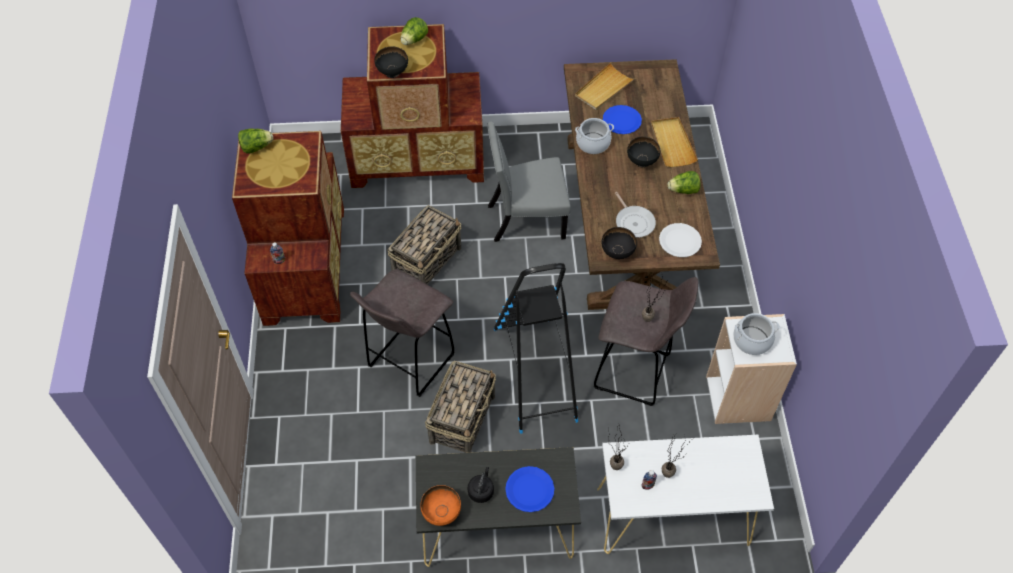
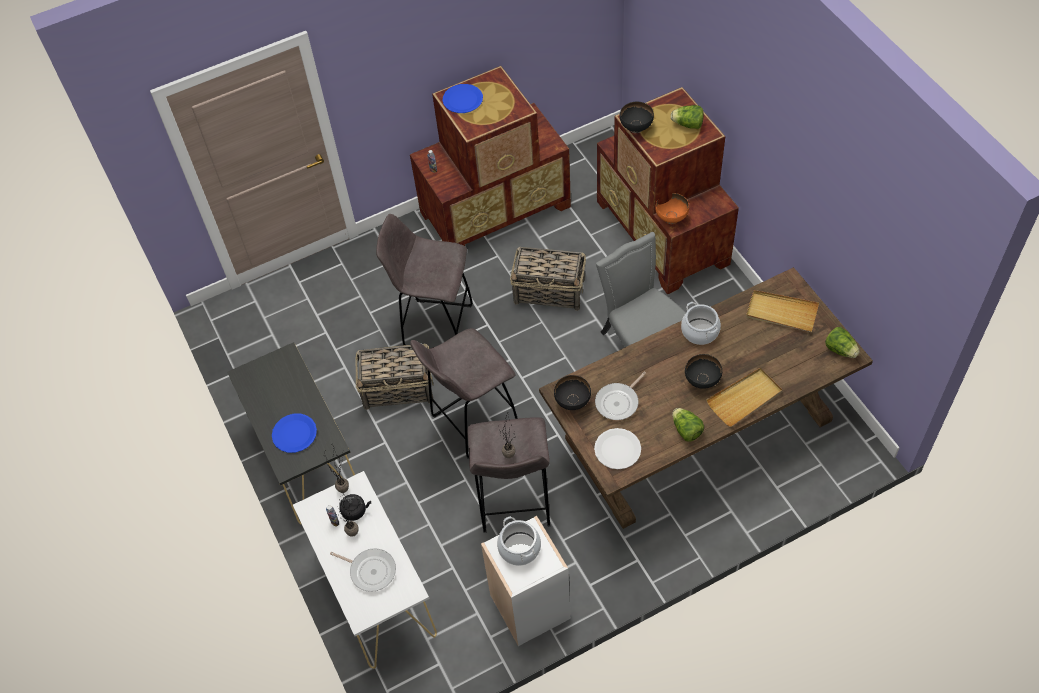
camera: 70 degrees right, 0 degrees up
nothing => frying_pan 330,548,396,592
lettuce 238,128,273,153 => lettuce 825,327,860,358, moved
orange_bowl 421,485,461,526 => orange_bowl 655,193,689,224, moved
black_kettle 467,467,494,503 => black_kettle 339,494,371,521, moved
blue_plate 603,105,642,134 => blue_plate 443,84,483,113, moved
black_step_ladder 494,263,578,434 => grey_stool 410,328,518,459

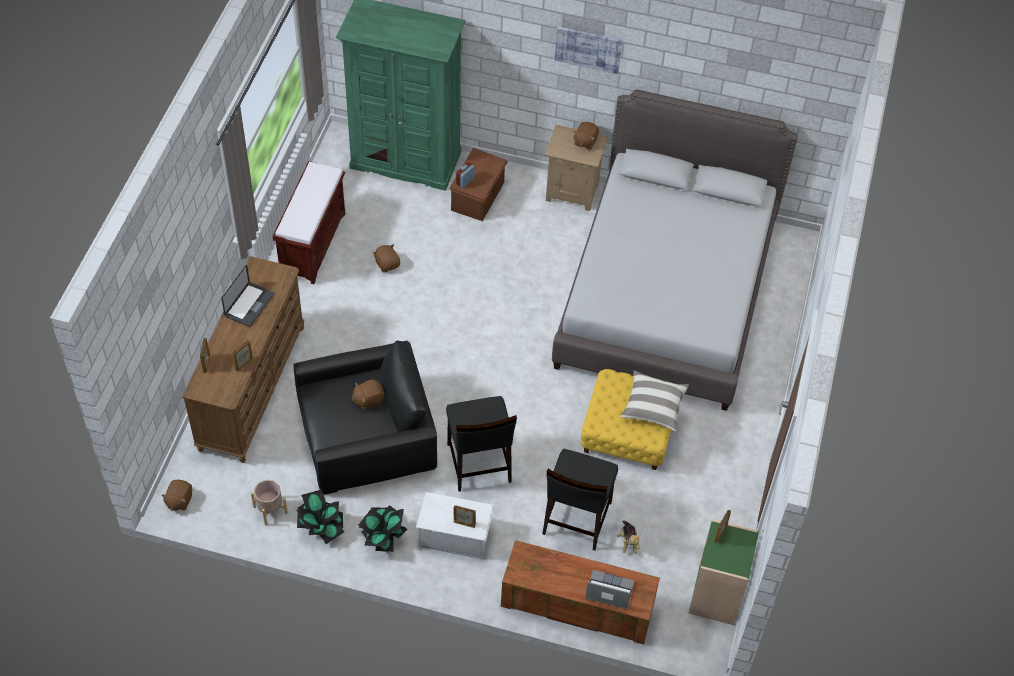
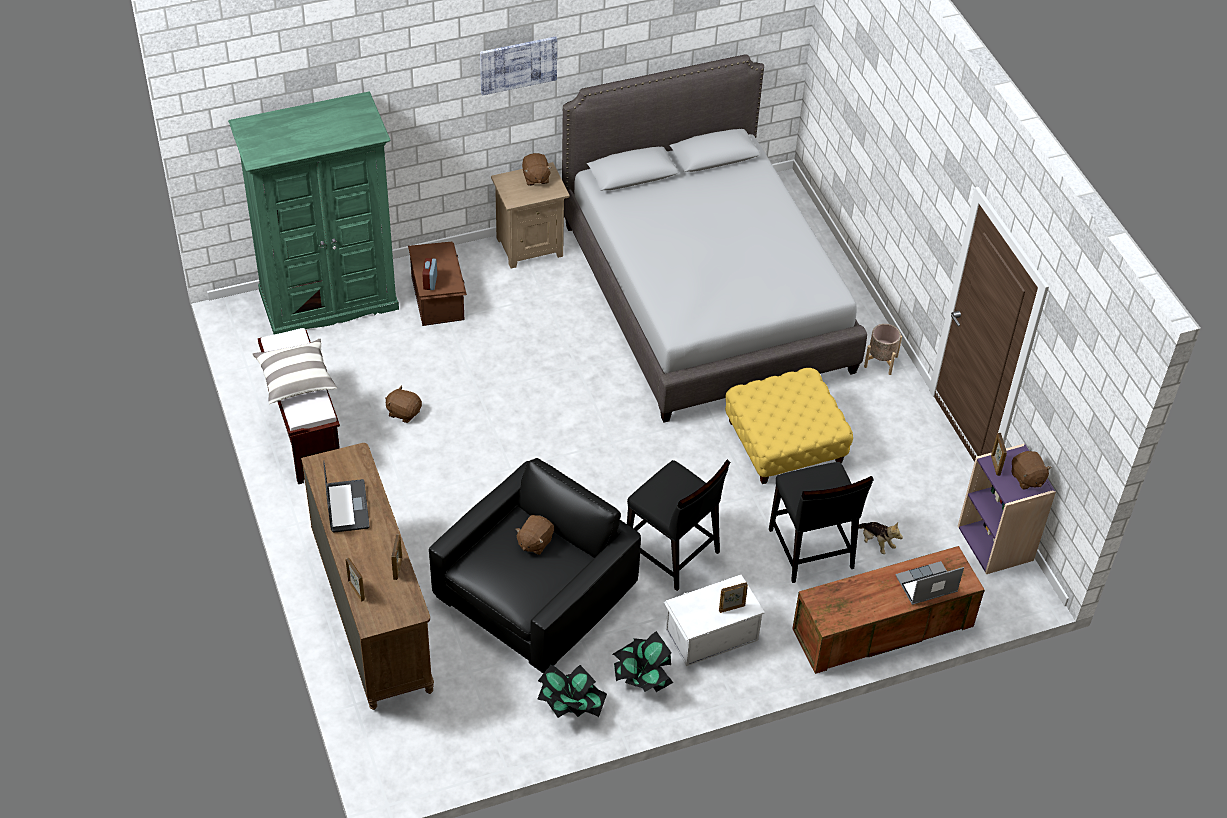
camera: 35 degrees left, 5 degrees down
brown_plush_toy 161,480,192,511 => brown_plush_toy 1012,451,1052,489, moved
beige_planter 251,480,288,525 => beige_planter 864,324,902,375, moved
pillow 621,370,689,431 => pillow 253,338,337,404, moved
green_bookcase 689,519,759,625 => purple_bookcase 958,444,1056,574

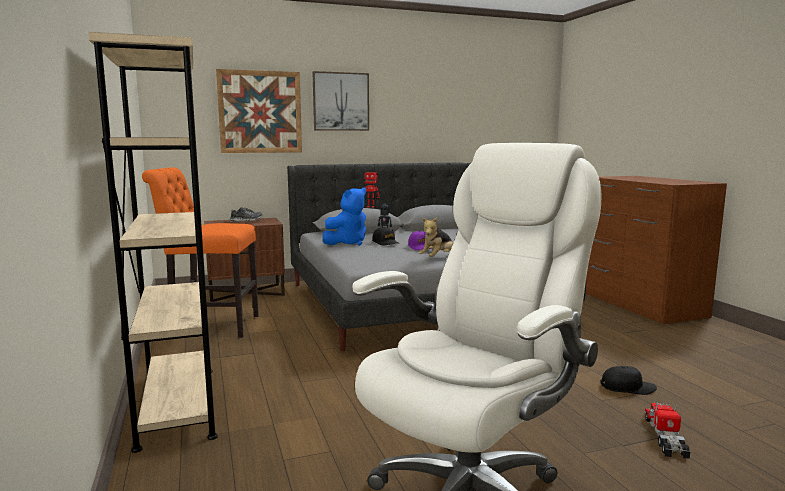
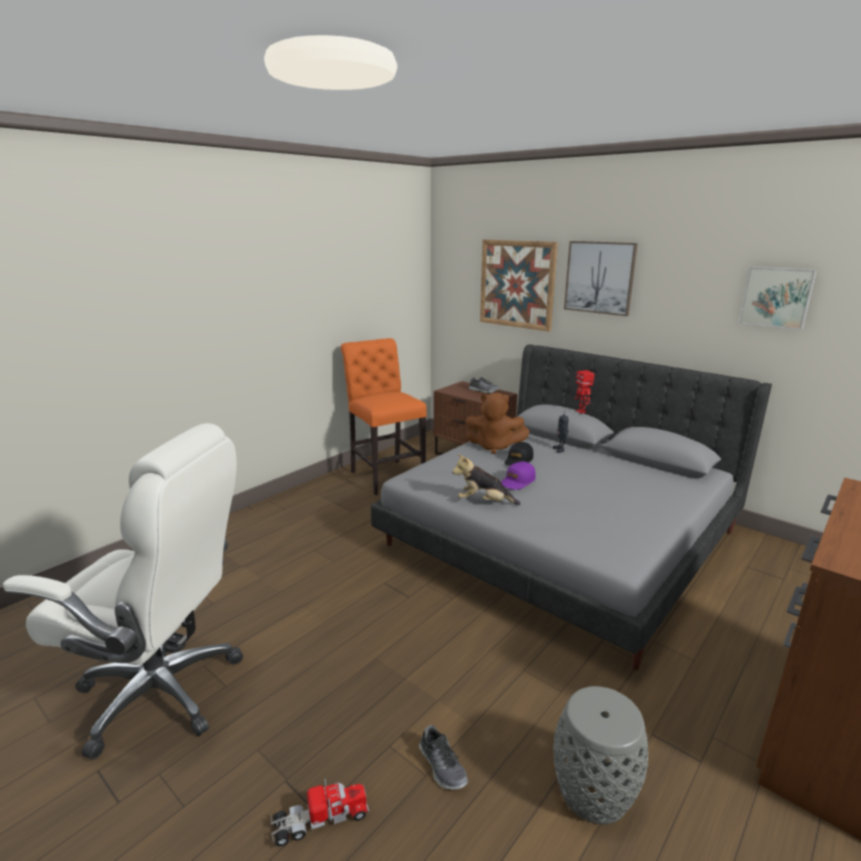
camera: 60 degrees right, 10 degrees up
beige_bookcase 88,32,218,453 => nothing
nothing => grey_stool 553,686,648,824
nothing => picture 739,267,817,330
black_cap 601,366,657,395 => shoe 419,725,468,790
blue_plush_toy 323,187,366,246 => brown_plush_toy 466,393,530,454

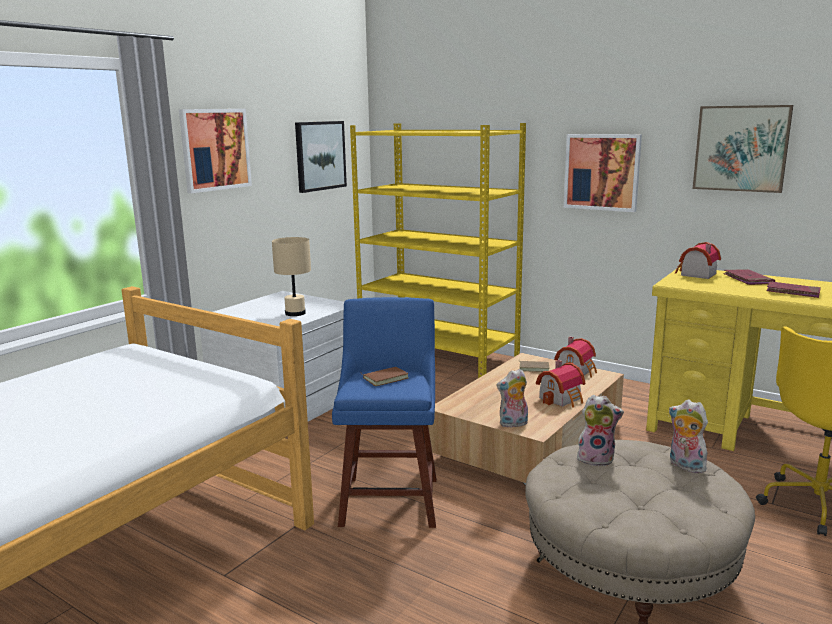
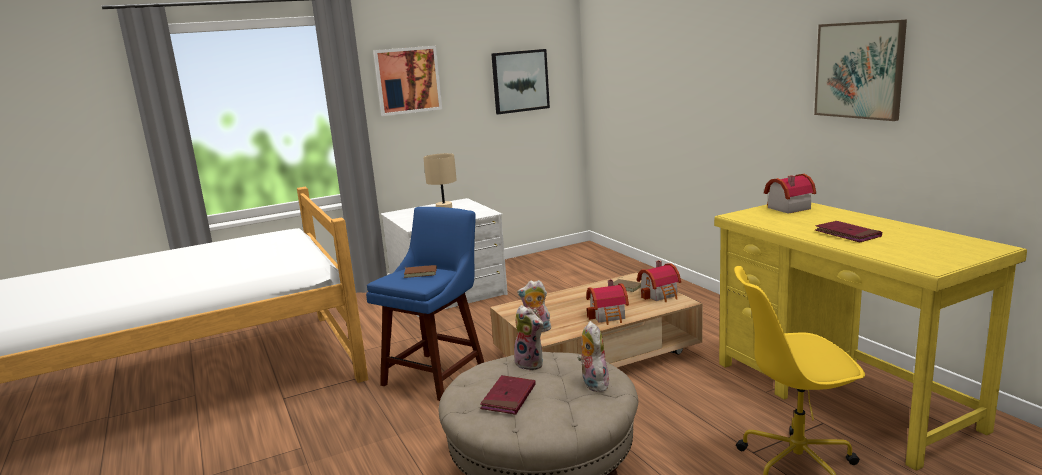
camera: 30 degrees right, 0 degrees up
yellow_bookcase 350,123,526,378 => nothing
picture 564,134,642,212 => nothing
red_book 723,269,775,285 => red_book 480,375,536,415, moved

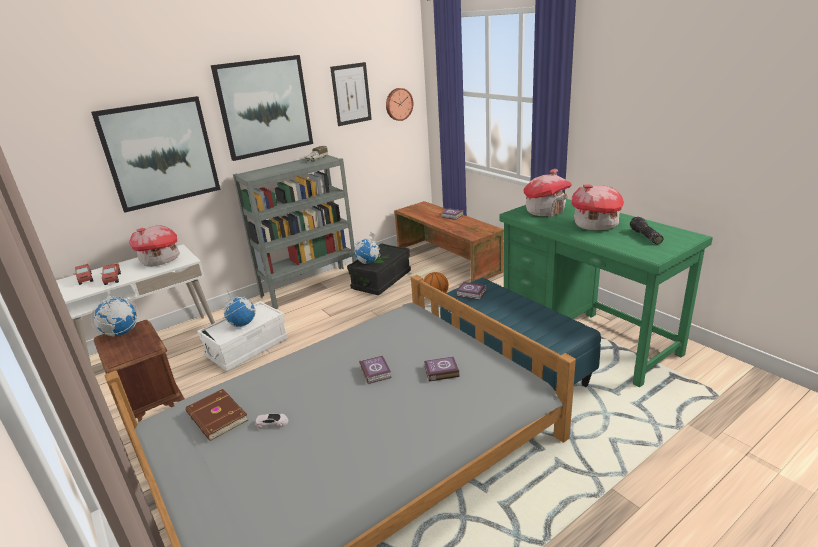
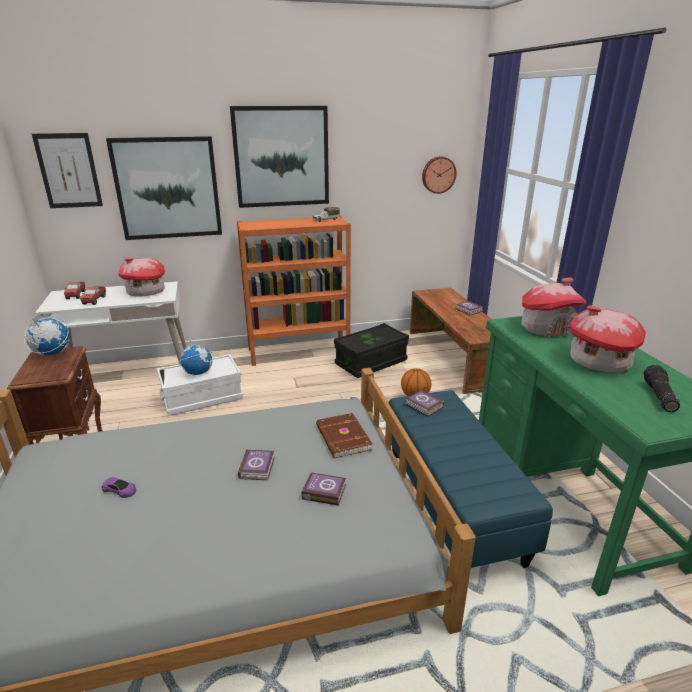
camera: 20 degrees right, 0 degrees up
globe 354,232,380,264 => nothing
brown_book 185,389,248,441 => brown_book 316,413,372,458, moved
picture 330,62,372,126 => picture 32,133,103,208, moved
grey_bookcase 233,155,356,309 => orange_bookcase 237,216,351,366
white_toy_car 255,414,289,429 => purple_toy_car 102,477,136,498

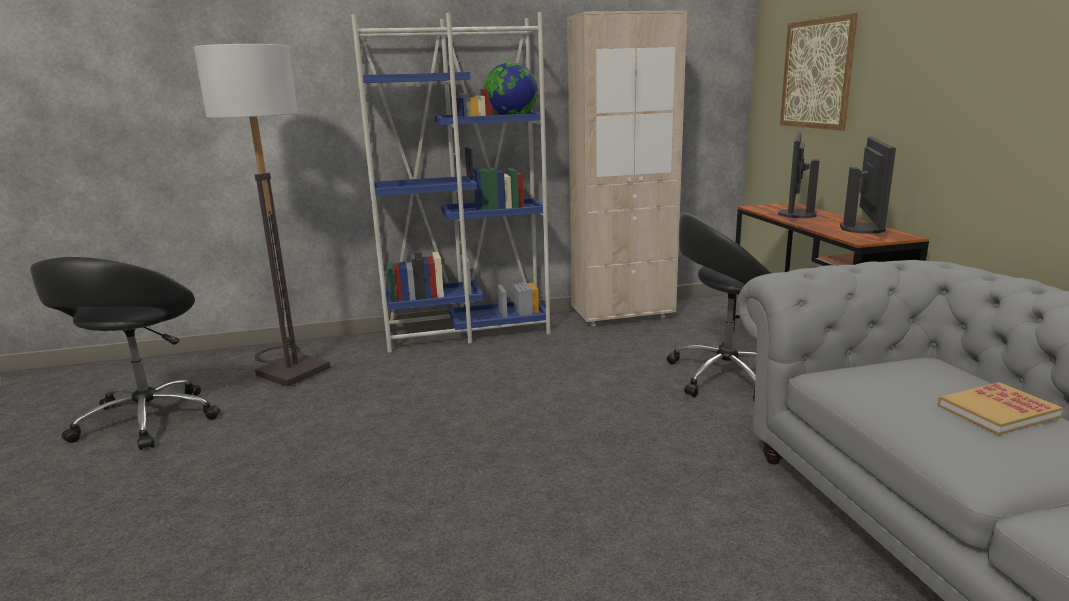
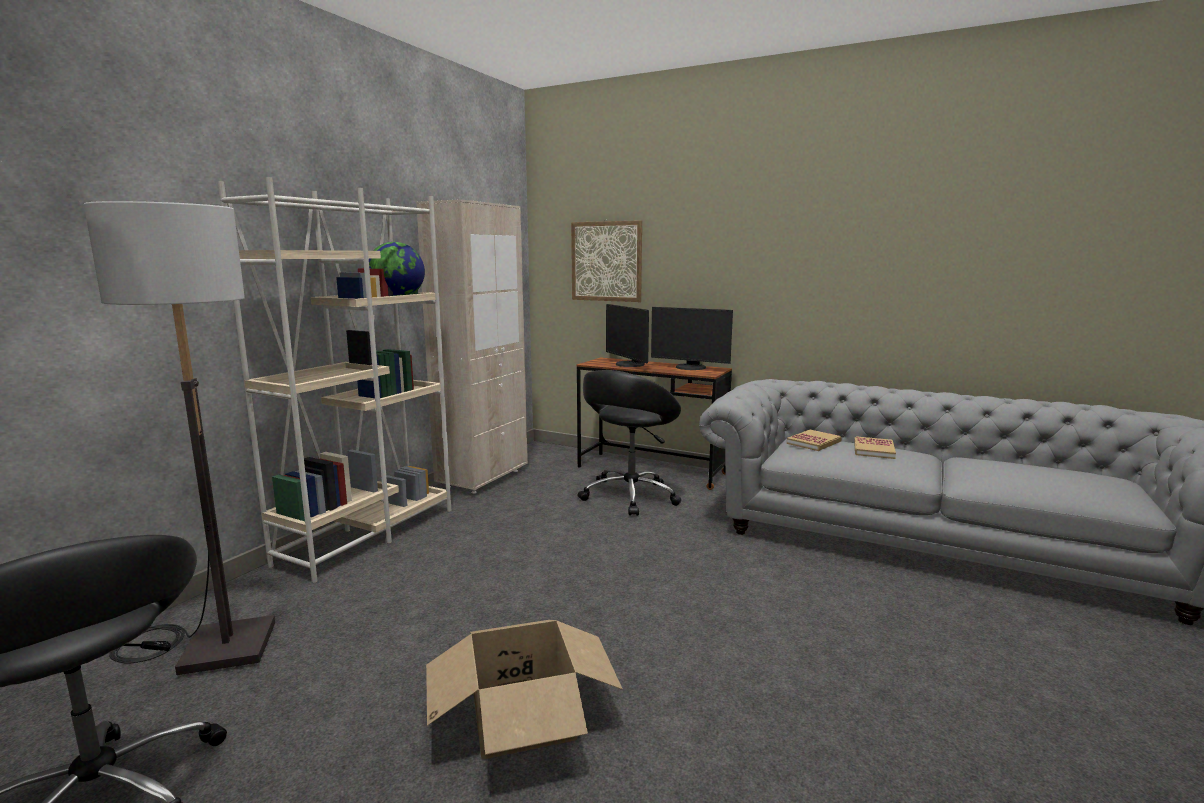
camera: 50 degrees left, 5 degrees down
nothing => cardboard_box 426,620,623,759
nothing => book 787,430,842,451
blue_bookcase 351,12,550,353 => beige_bookcase 218,177,451,583
monitor 840,136,896,234 => monitor 651,307,733,370, 150 degrees clockwise

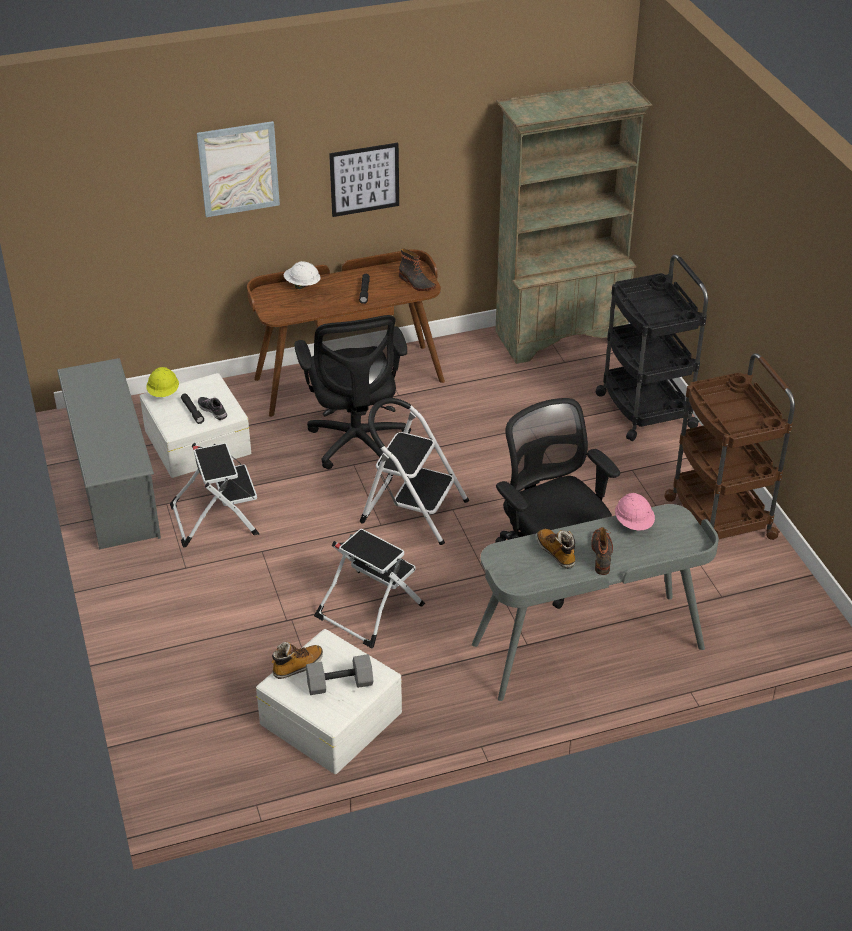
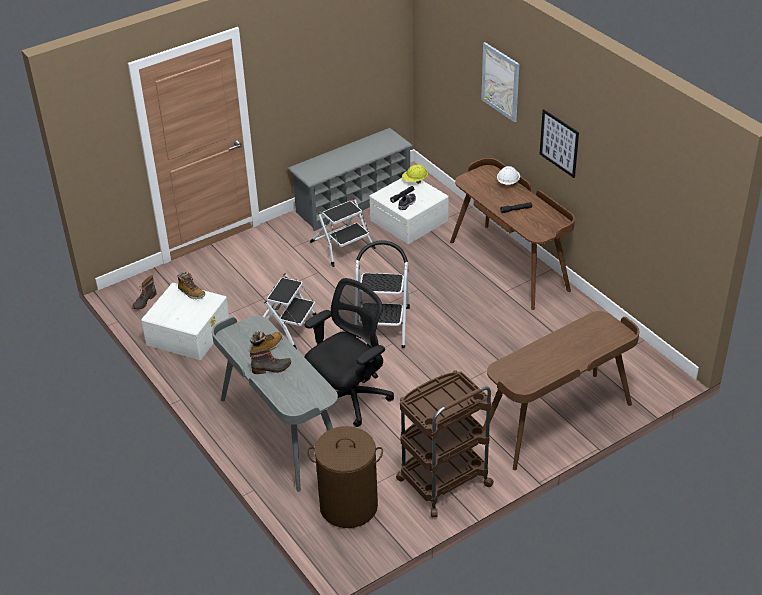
camera: 75 degrees right, 0 degrees up
black_office_chair 294,315,411,469 => nothing
grey_dumbbell 306,654,373,695 => nothing
green_bookcase 495,80,652,364 => nothing
pink_hard_hat 615,493,655,531 => nothing
nothing => brown_laundry_basket 307,426,383,528
boot 399,248,436,291 => boot 132,275,157,310, moved
black_cart 595,254,708,441 => brown_desk 483,311,639,470

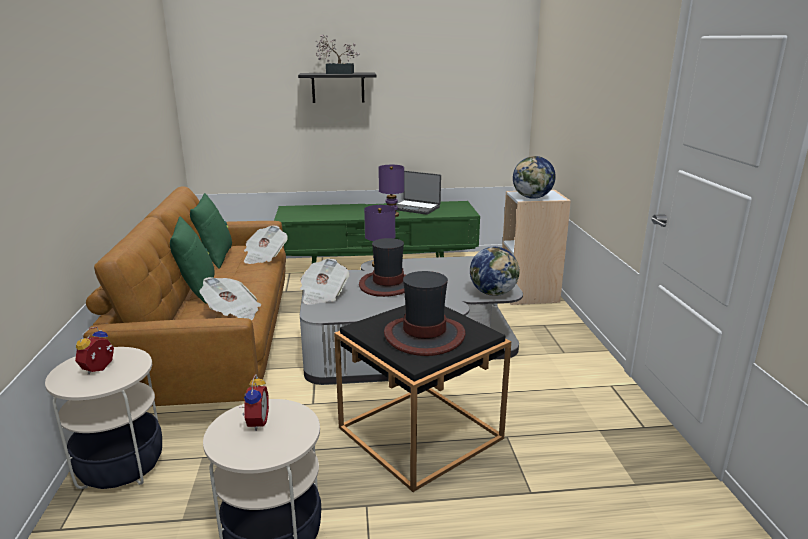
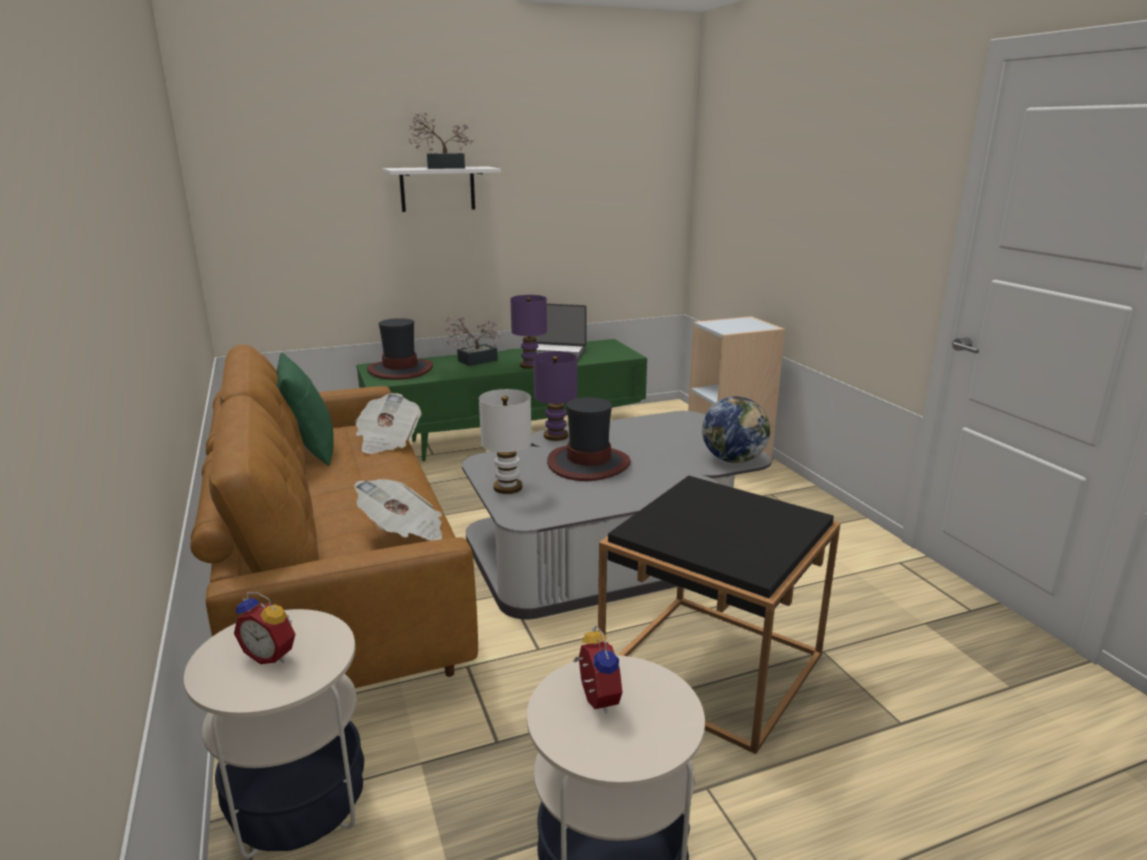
camera: 15 degrees left, 0 degrees up
green_pillow 170,216,215,304 => nothing
globe 513,156,556,199 => nothing
nothing => potted_plant 445,316,501,366
hat 384,271,466,356 => hat 367,318,433,380, moved
newspaper 300,258,349,305 => white_table_lamp 479,389,532,494
black_shelf 298,73,377,103 => white_shelf 383,166,501,212
alarm_clock 75,327,114,375 => alarm_clock 234,592,296,664, 75 degrees counterclockwise

